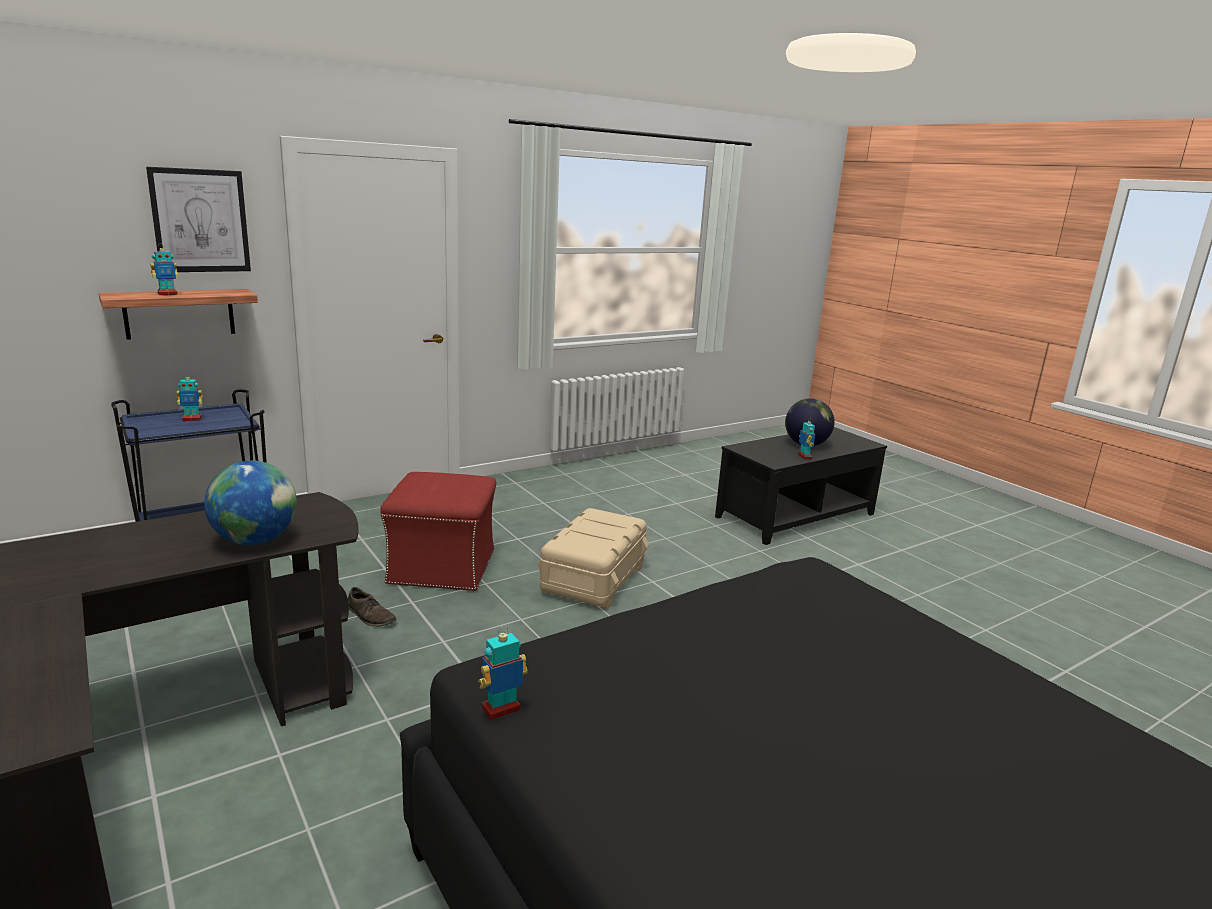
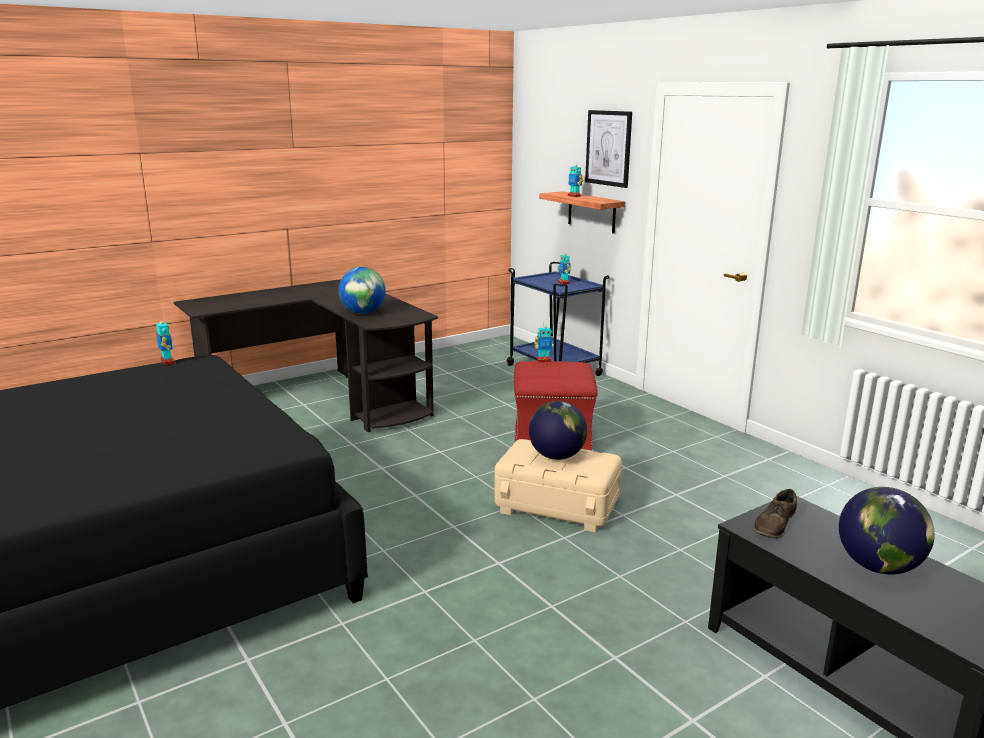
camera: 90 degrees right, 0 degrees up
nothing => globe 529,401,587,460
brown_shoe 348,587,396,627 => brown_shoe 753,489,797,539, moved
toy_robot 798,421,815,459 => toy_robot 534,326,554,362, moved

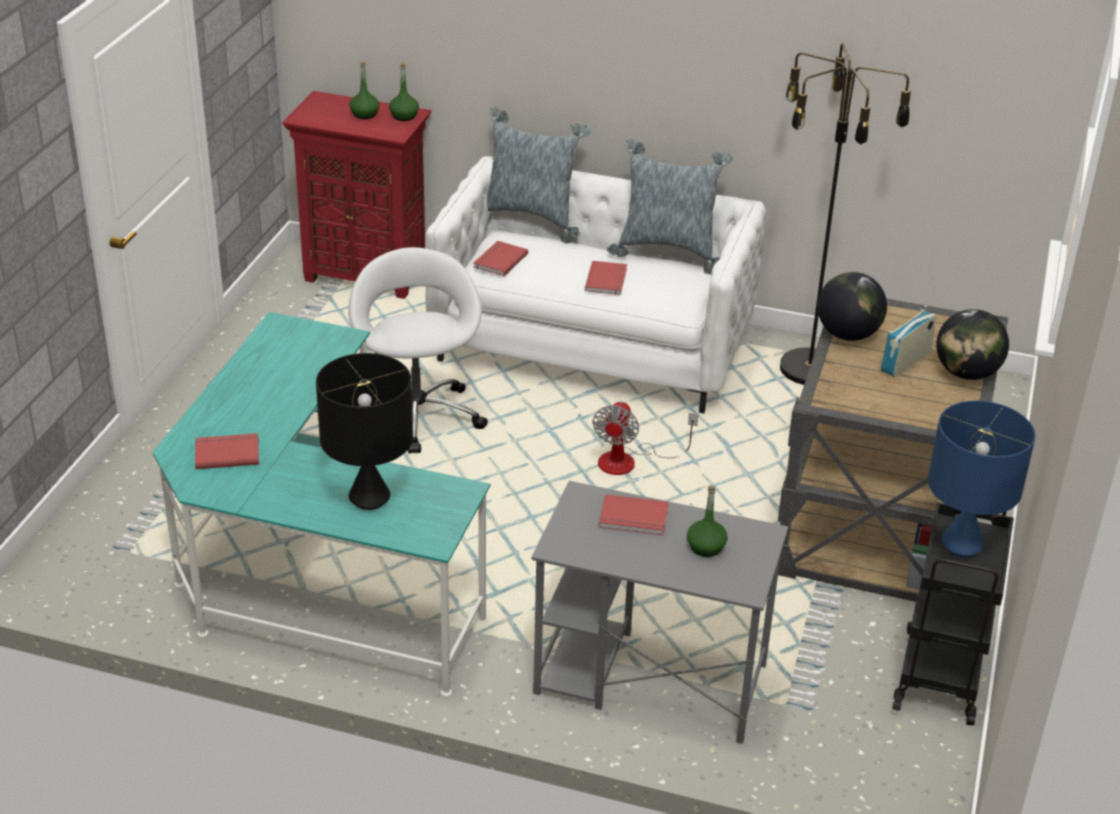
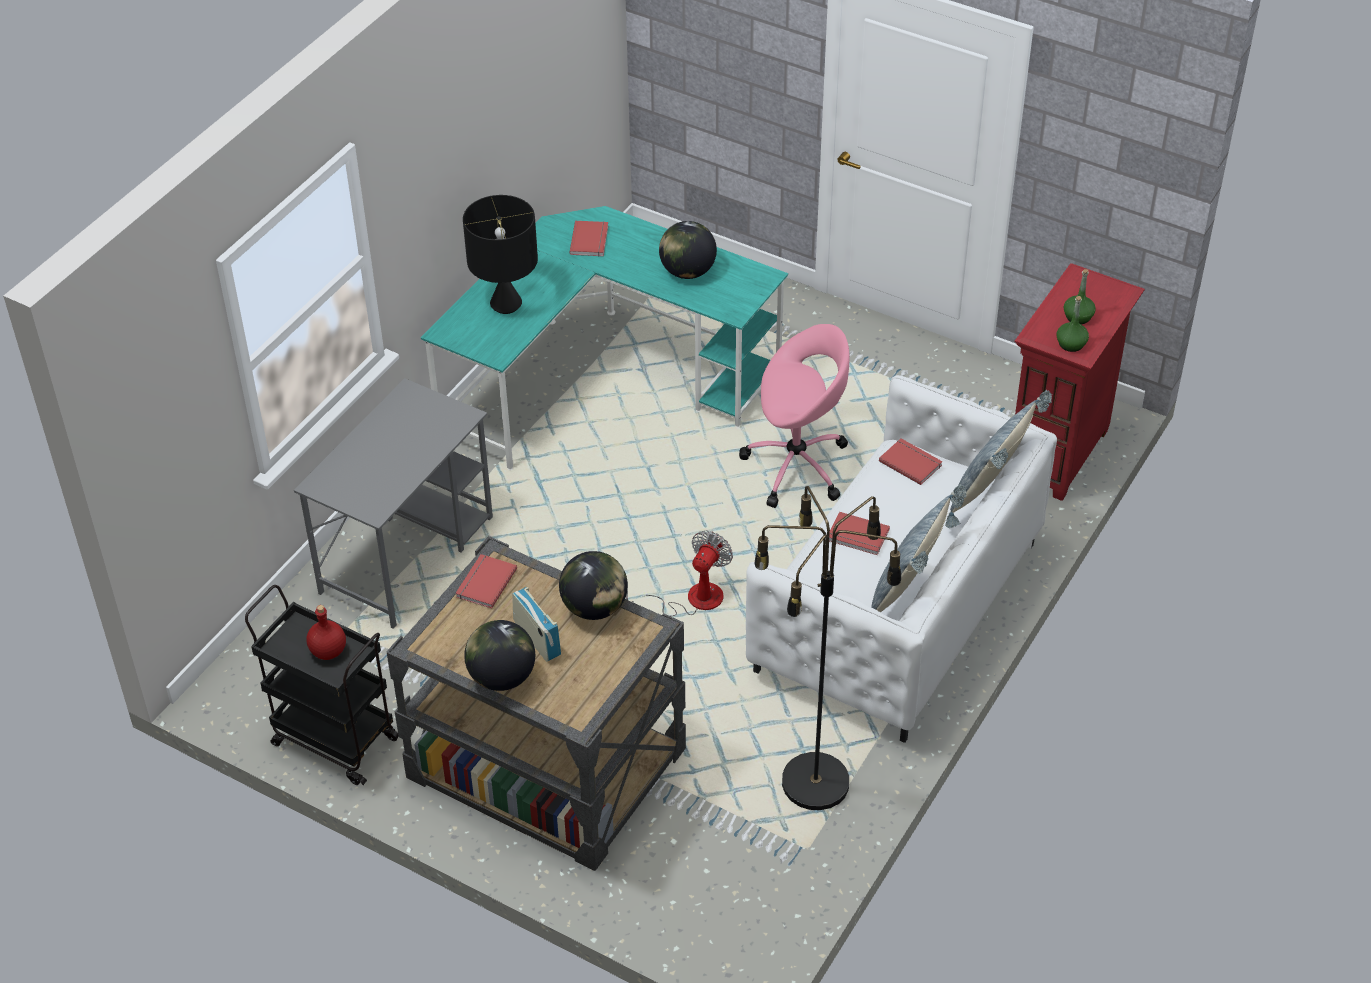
camera: 105 degrees right, 10 degrees up
green_bottle 687,485,728,557 => nothing
nothing => globe 659,221,717,279
red_book 599,494,669,535 => red_book 455,554,517,609, moved
blue_table_lamp 928,401,1036,557 => red_bottle 306,605,346,660
white_office_chair 349,247,488,454 => pink_office_chair 739,324,849,508
fan 592,401,698,475 => fan 626,531,733,616, 90 degrees clockwise

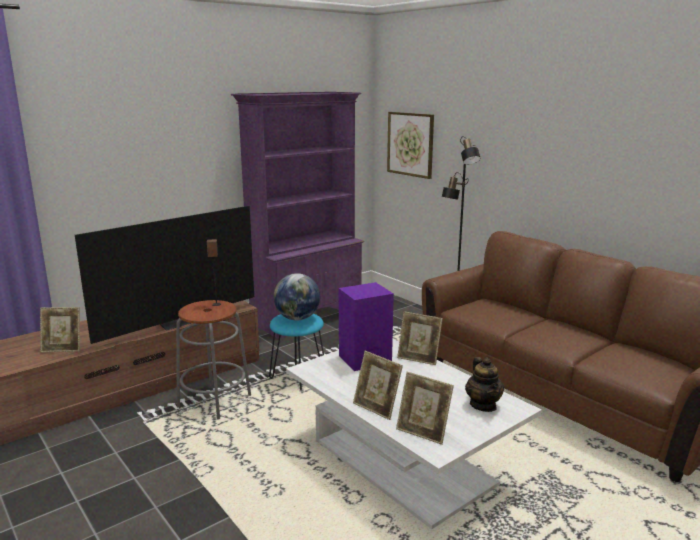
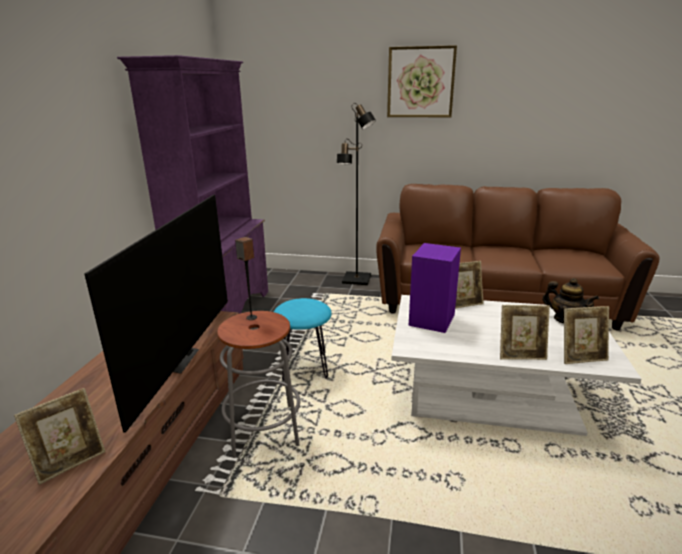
camera: 40 degrees left, 5 degrees up
globe 274,273,320,320 => nothing
picture 387,112,434,179 => picture 387,45,457,117, moved

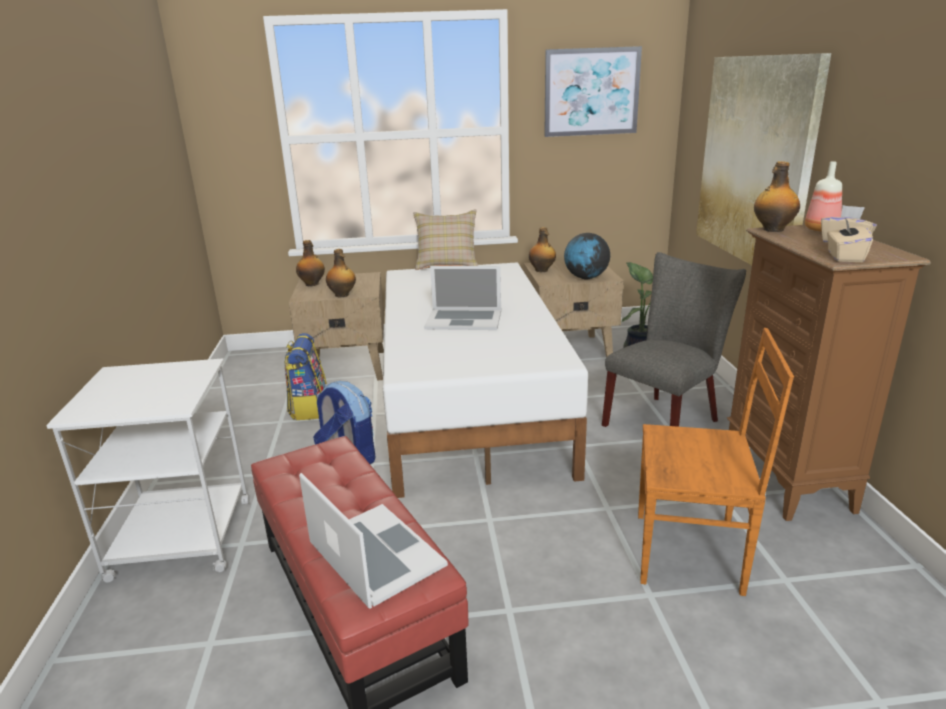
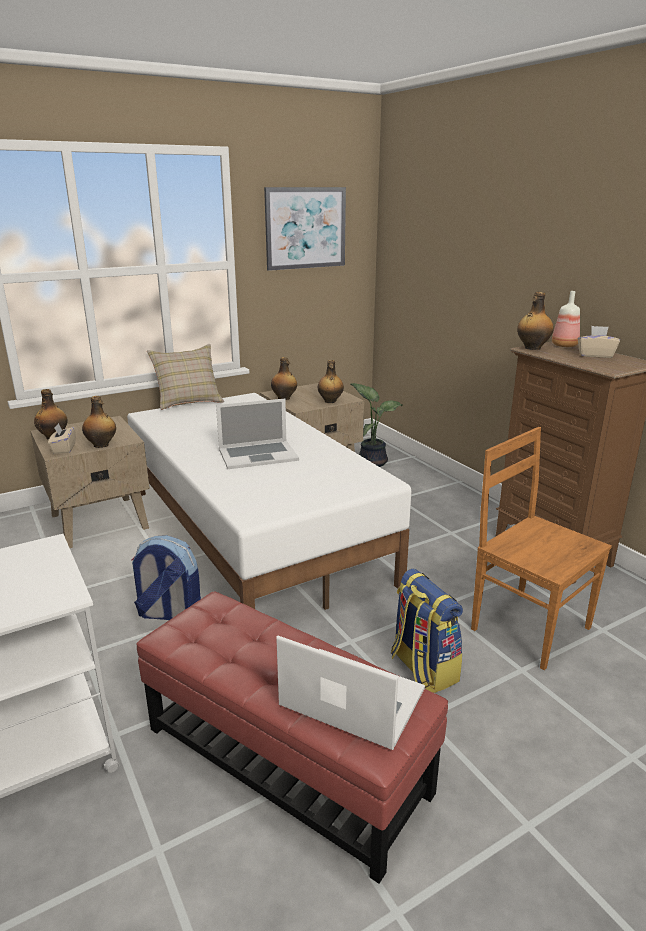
camera: 25 degrees left, 0 degrees up
grey_chair 602,252,746,427 => nothing
picture 696,53,831,265 => nothing
backpack 284,333,327,420 => backpack 391,569,463,693, moved
beige_tissue_box 827,218,873,262 => beige_tissue_box 48,423,76,454, moved
globe 564,233,610,279 => bottle 318,360,344,403
brown_chair 638,328,794,596 => brown_chair 471,427,612,670, 120 degrees counterclockwise

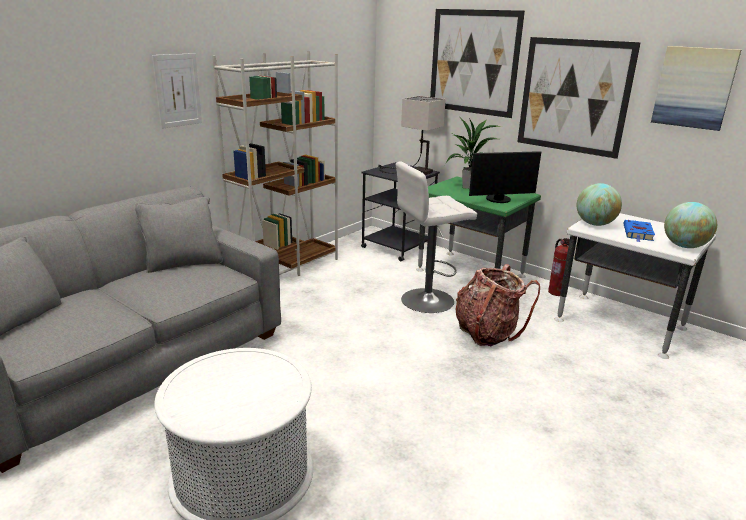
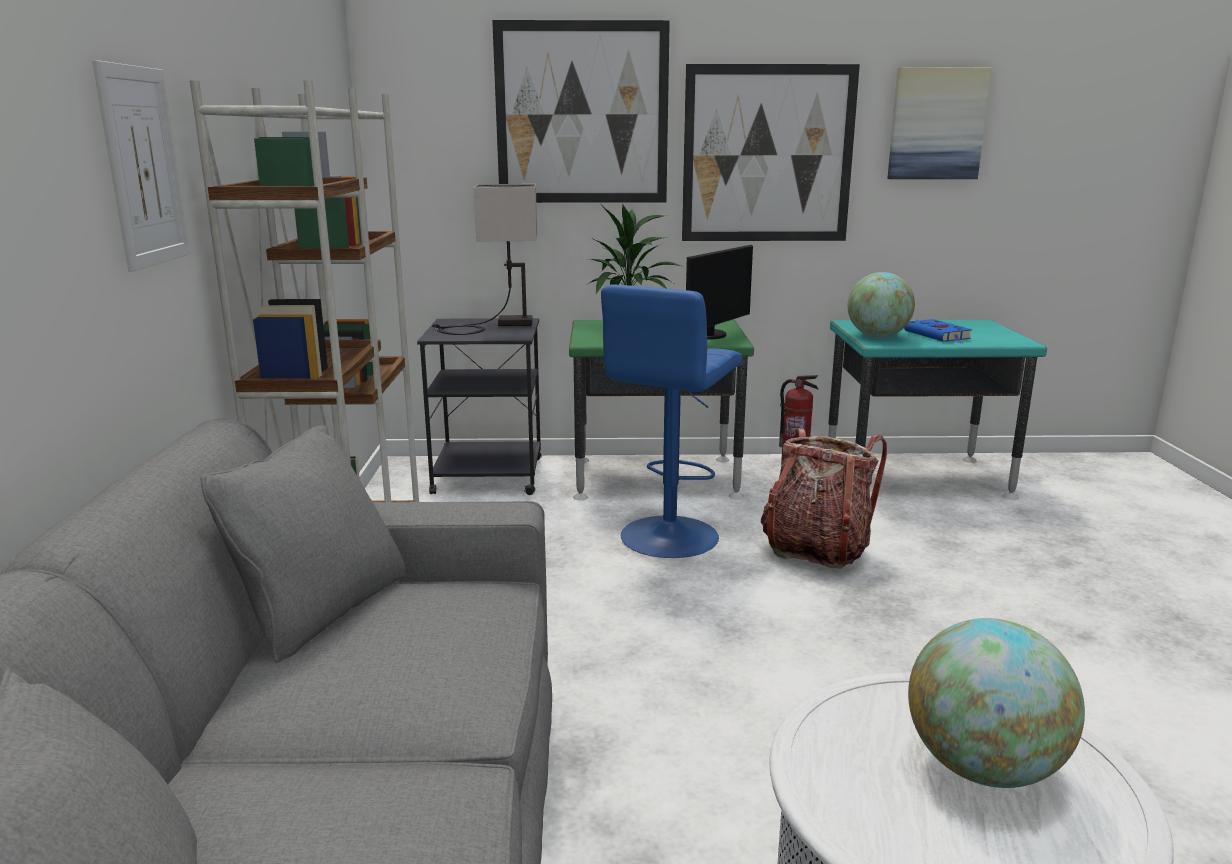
camera: 40 degrees left, 5 degrees down
globe 664,202,717,248 => globe 908,618,1085,788, moved
white_stool 396,161,477,313 => blue_stool 601,284,742,558
white_desk 554,213,716,359 => turquoise_desk 828,320,1047,500

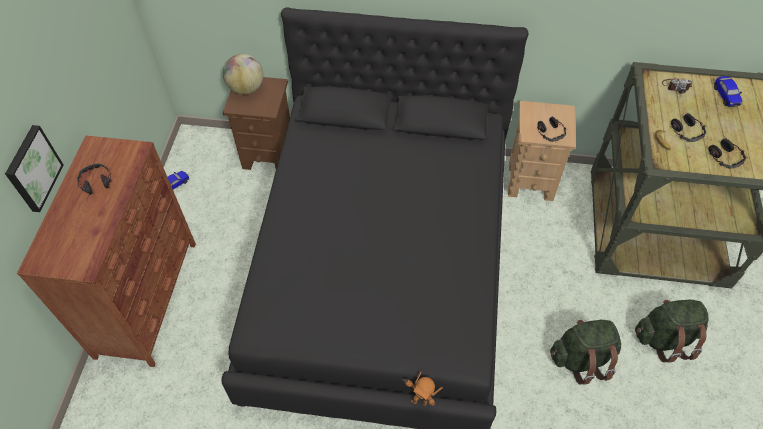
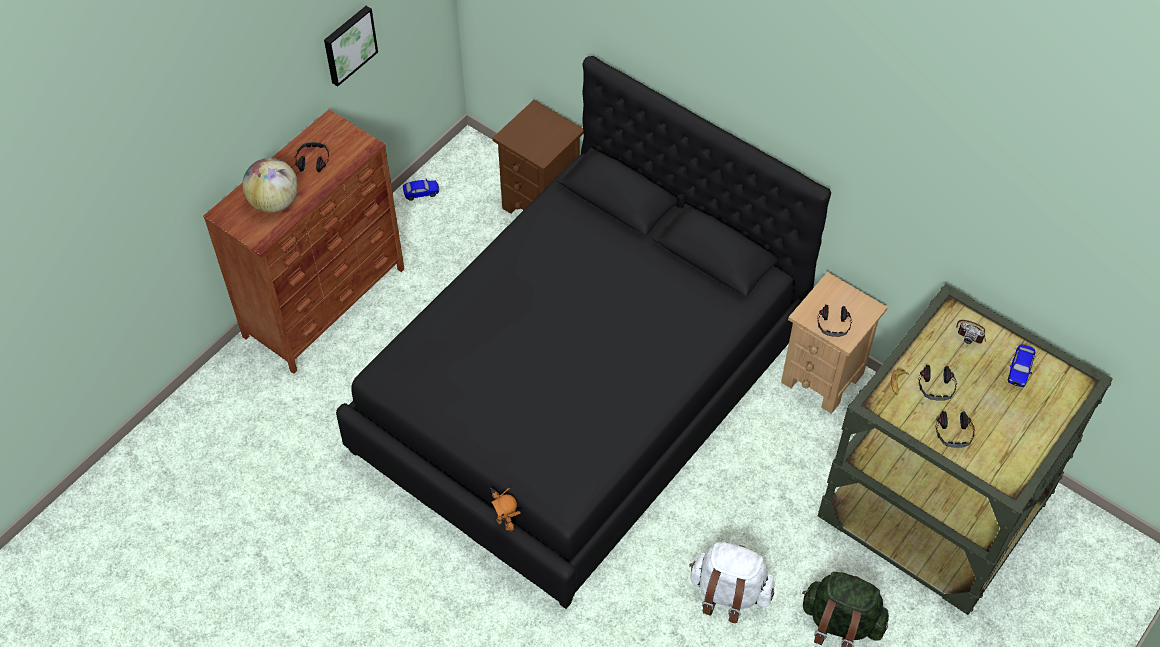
camera: 30 degrees right, 0 degrees up
picture 5,125,64,212 => picture 324,6,378,86, moved
globe 223,54,263,95 => globe 242,158,298,213, moved
green_backpack 550,319,621,385 => white_backpack 689,542,775,623

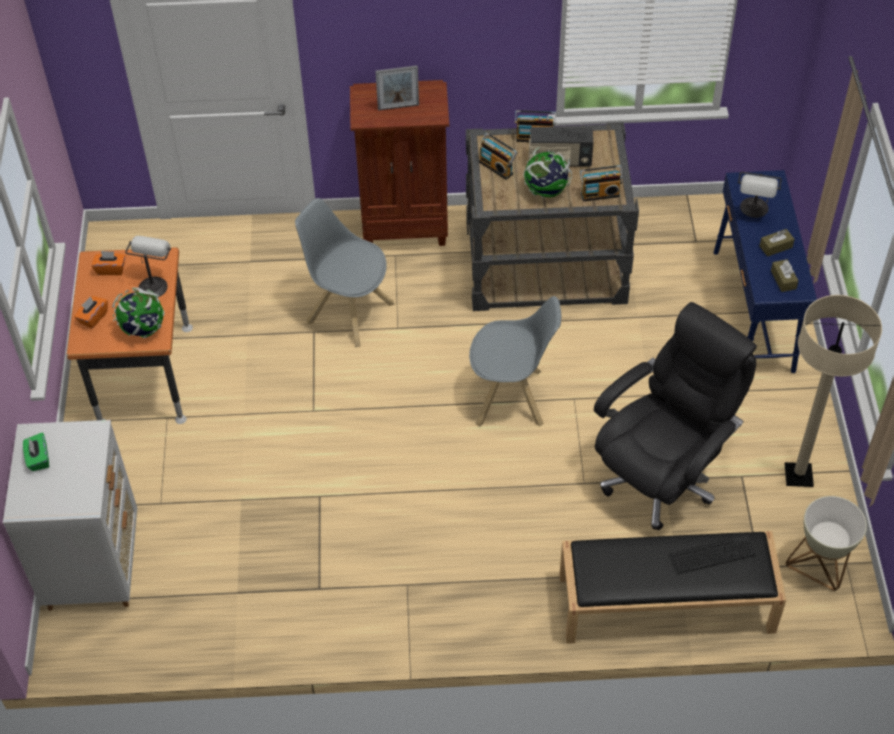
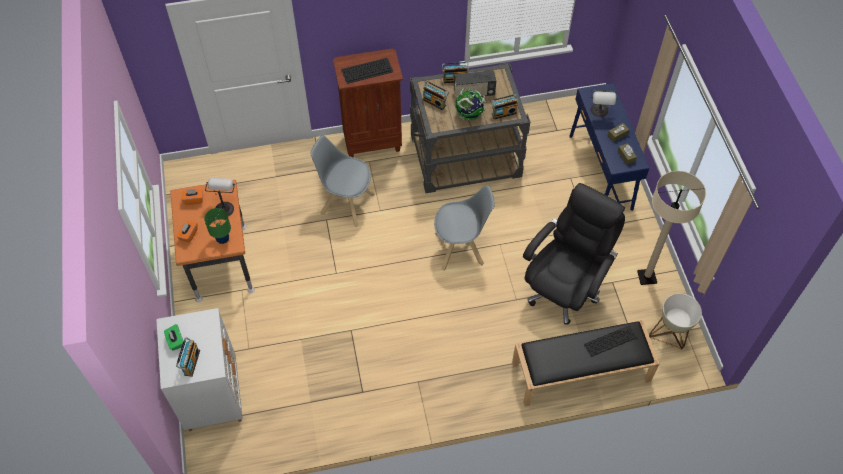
camera: 10 degrees left, 5 degrees up
nothing => radio 176,337,200,377
globe 112,287,165,338 => green_table_lamp 204,208,231,244
picture_frame 375,65,419,111 => keyboard 341,58,393,84

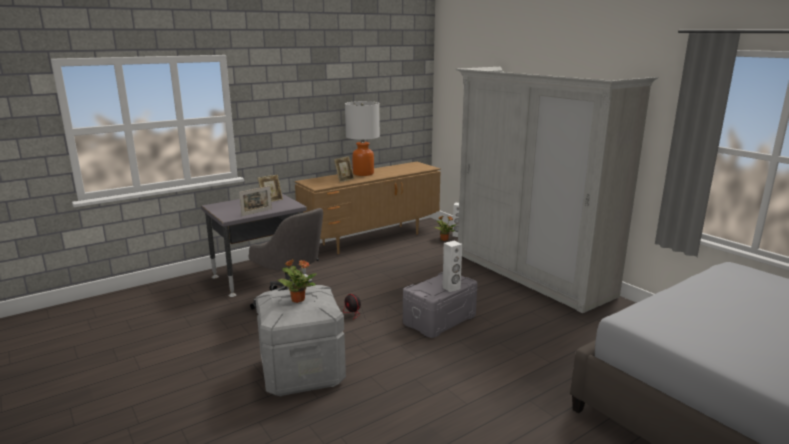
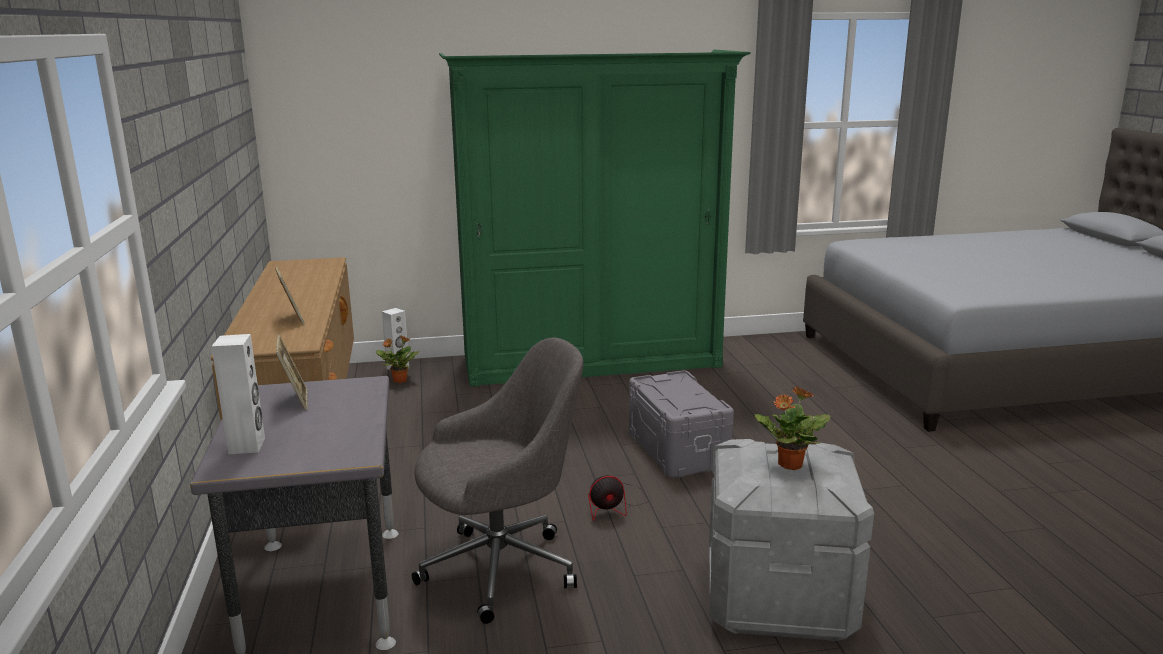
camera: 65 degrees left, 0 degrees up
picture_frame 239,186,272,216 => nothing
table_lamp 345,101,380,176 => nothing
white_speaker 442,241,462,292 => white_speaker 211,334,265,454, moved
white_wardrobe 455,67,658,313 => green_wardrobe 439,50,751,387

